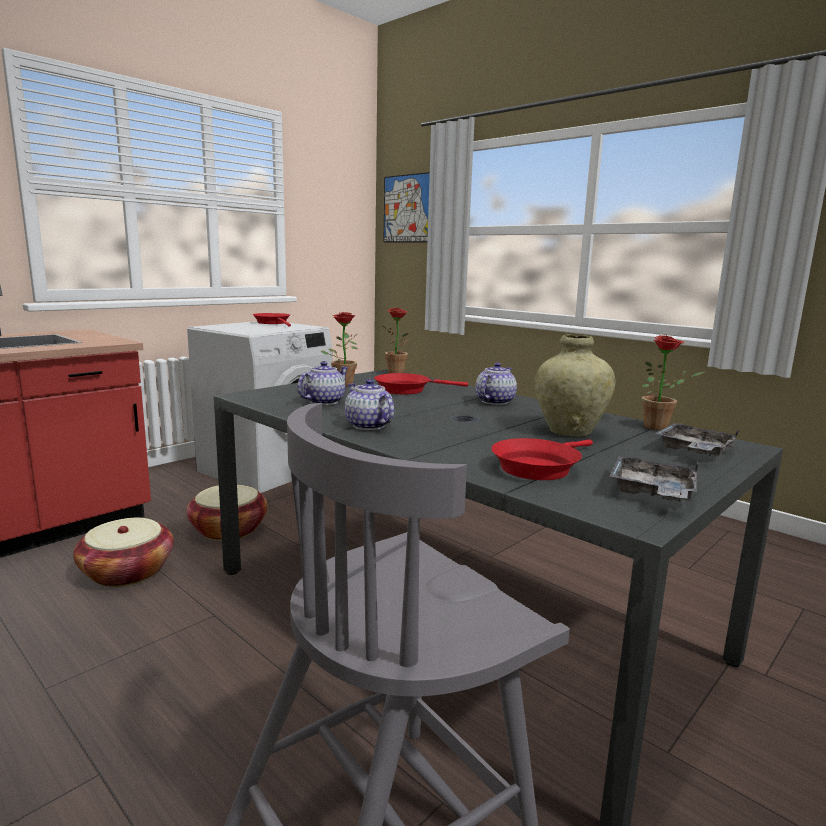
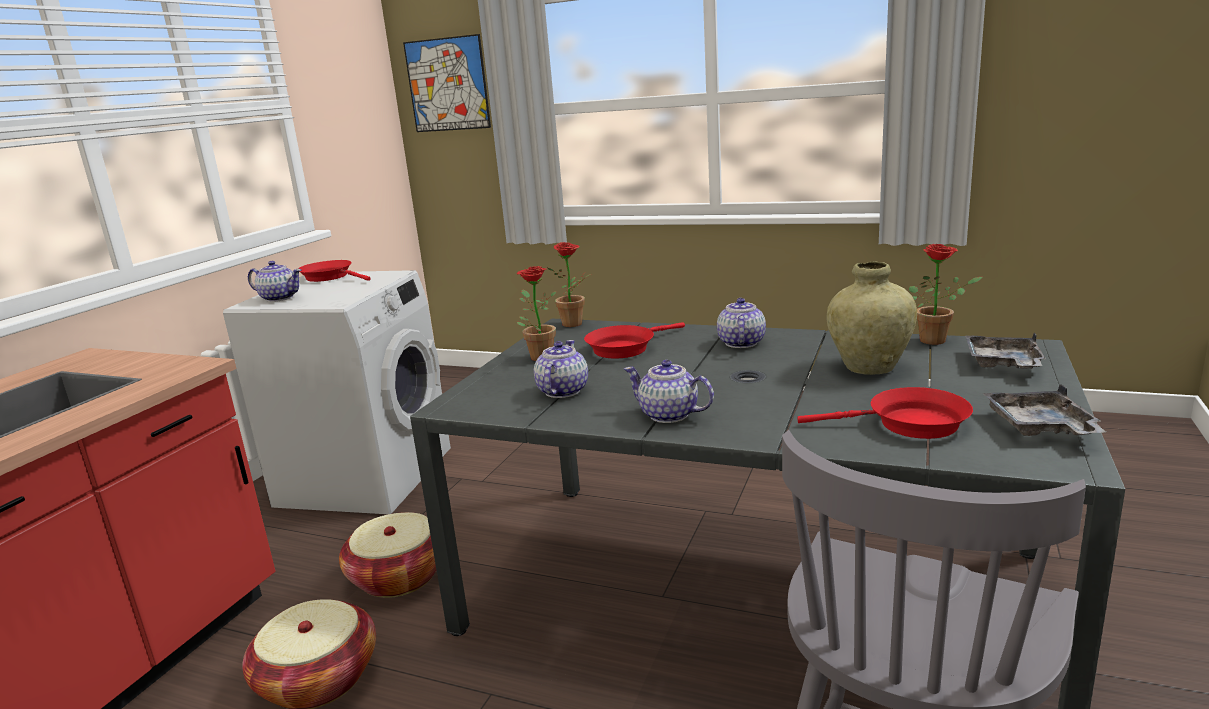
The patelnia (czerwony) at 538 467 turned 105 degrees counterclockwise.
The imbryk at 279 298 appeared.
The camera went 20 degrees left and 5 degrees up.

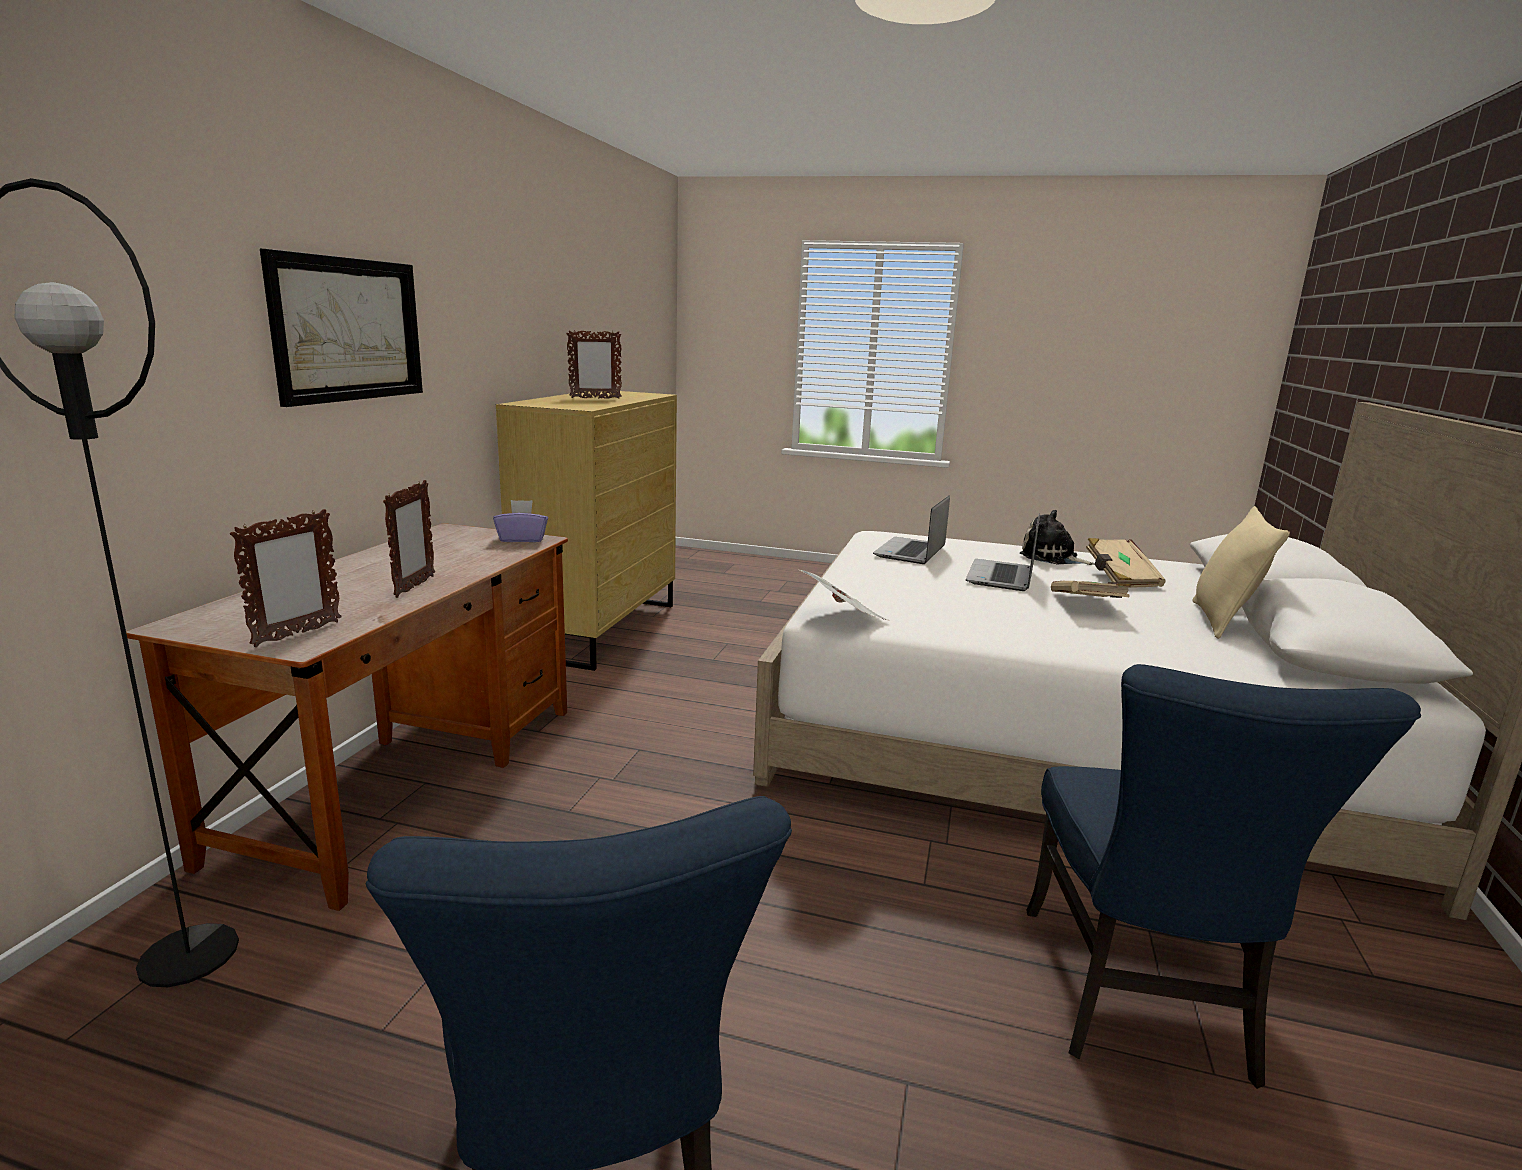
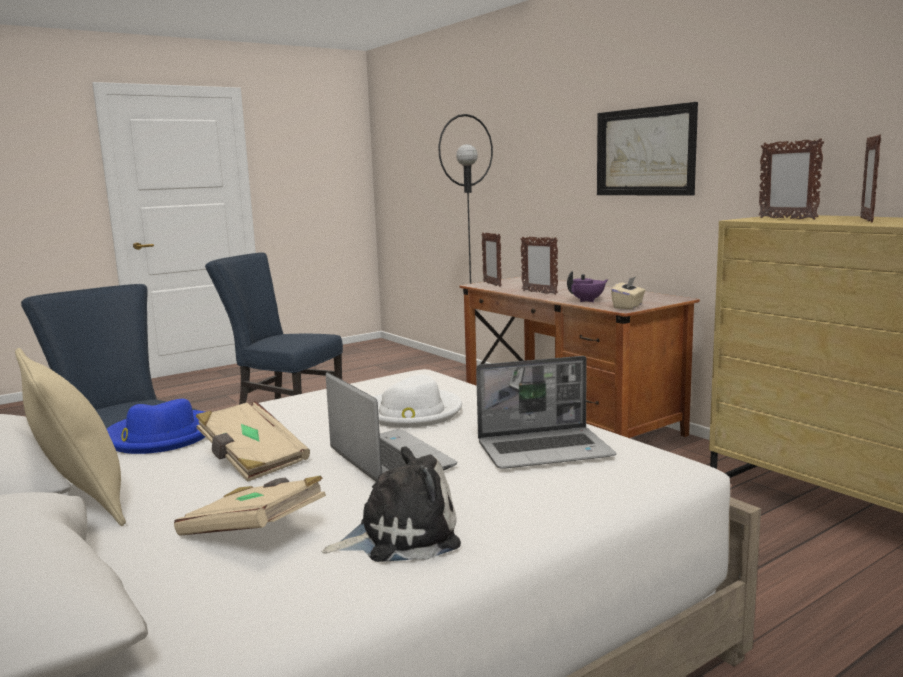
The pudełko chusteczek (fioletowy) at 522 539 became the pudełko chusteczek (beżowy) at 628 306.
The gazeta at 842 618 disappeared.
The laptop at 911 553 turned 105 degrees clockwise.
The kapelusz (niebieski) at 160 436 appeared.
The kapelusz (biały) at 412 413 appeared.
The imbryk (fioletowy) at 587 301 appeared.
The ramka na zdjęcie at 786 219 appeared.
The camera went 130 degrees right and 5 degrees down.

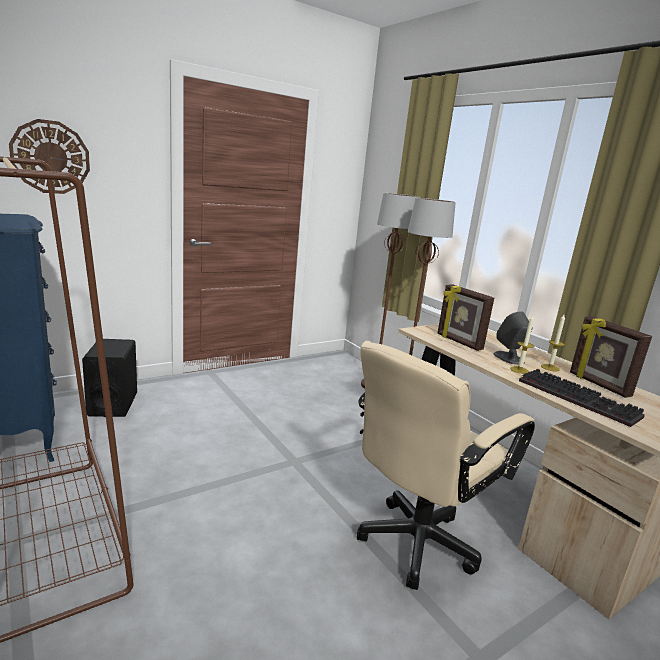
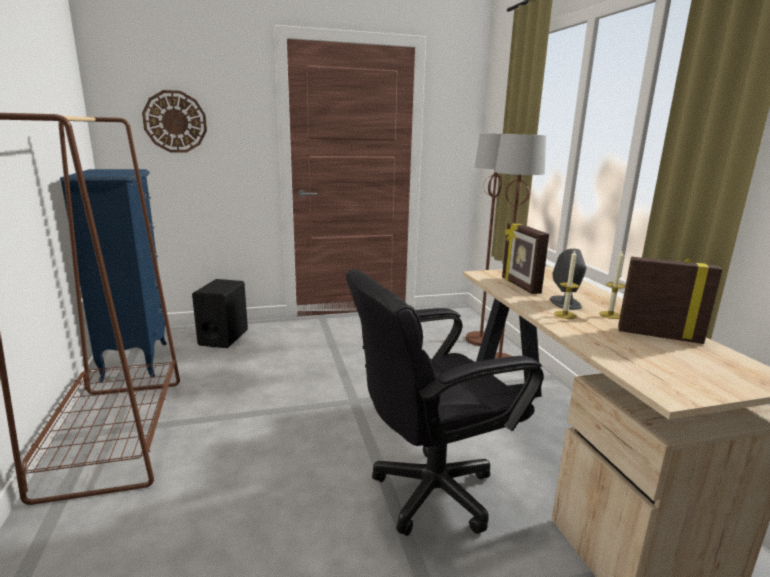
The krzesło biurowe (beżowy) at 413 548 became the krzesło biurowe (czarny) at 428 497.
The klawiatura at 580 399 disappeared.
The ramka na zdjęcie at 598 385 turned 120 degrees clockwise.
The camera went 20 degrees right and 0 degrees up.

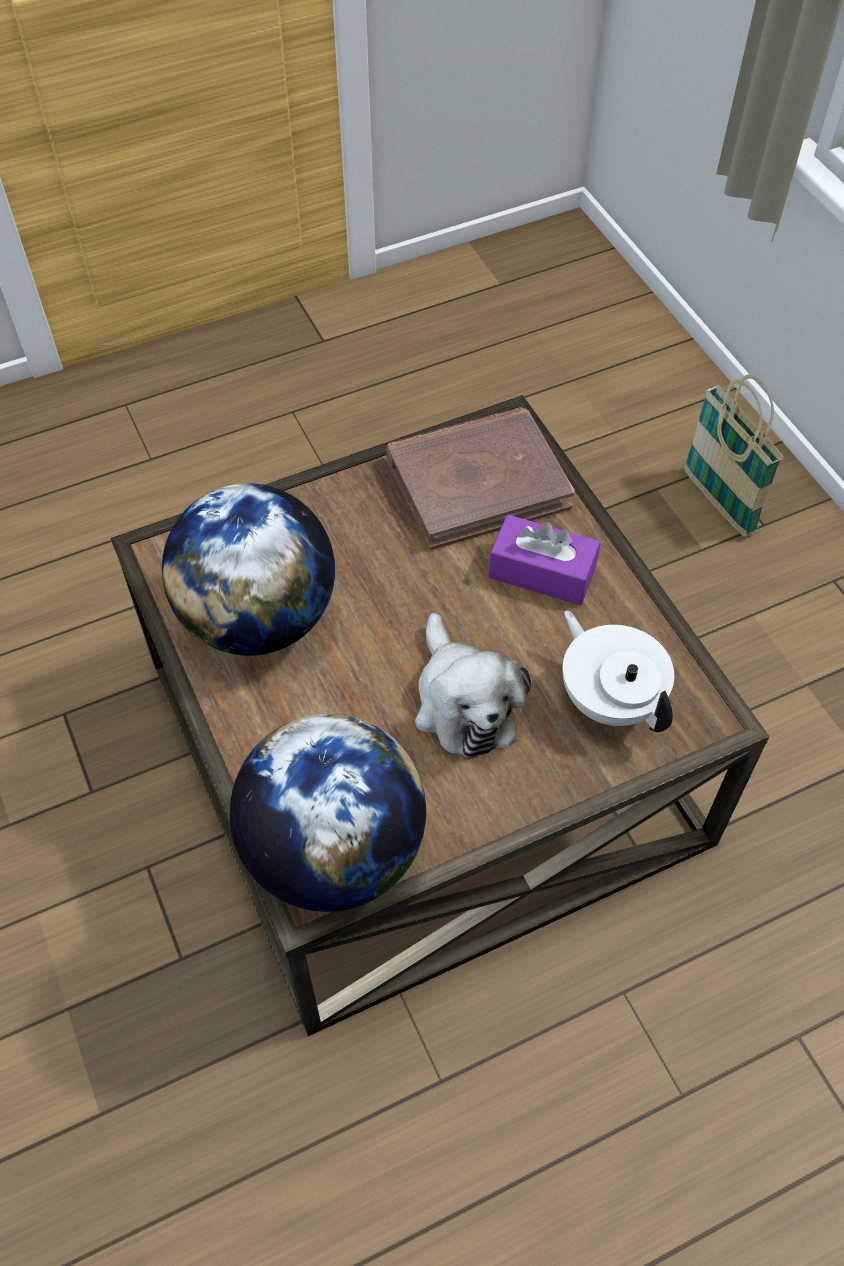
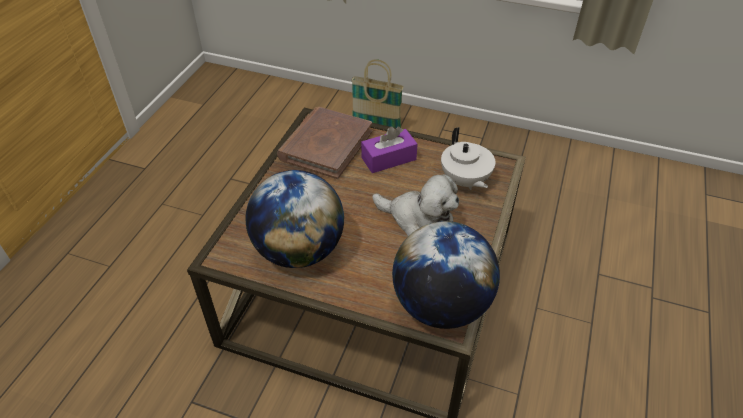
The imbryk (biały) at 610 698 turned 120 degrees counterclockwise.
The camera went 45 degrees left and 10 degrees down.

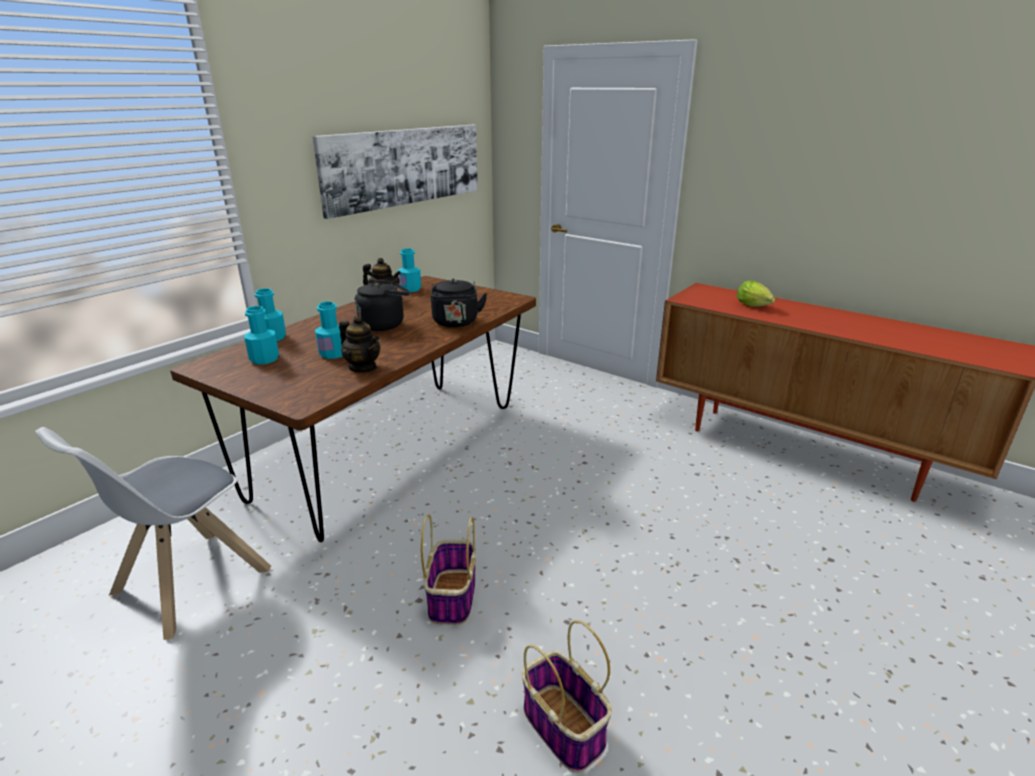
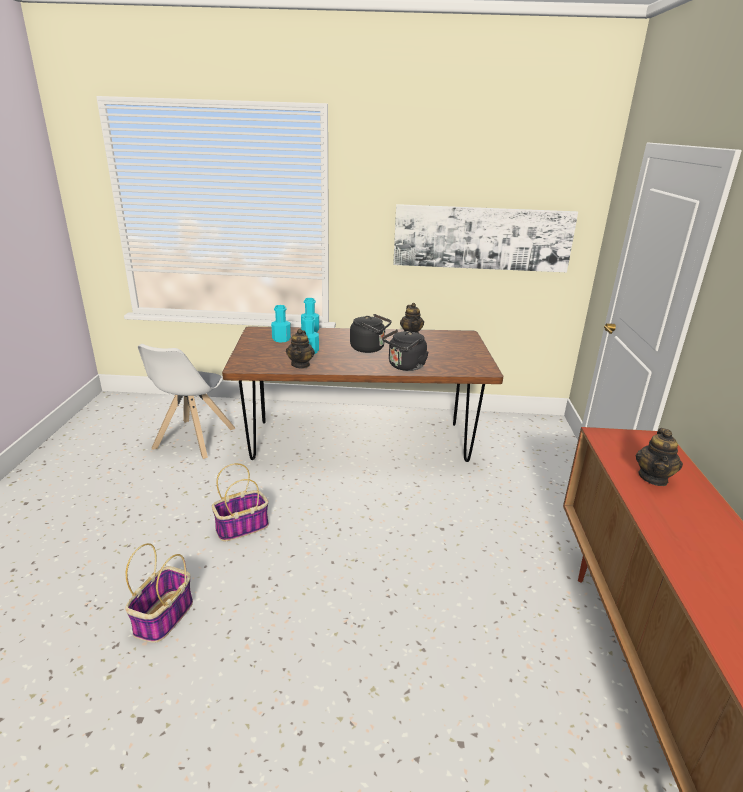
The krzesło at 187 584 turned 75 degrees counterclockwise.
The butelka (turkusowy) at 410 289 disappeared.
The sałata at 754 306 was replaced by the imbryk at 653 478.
The camera went 55 degrees right and 0 degrees up.

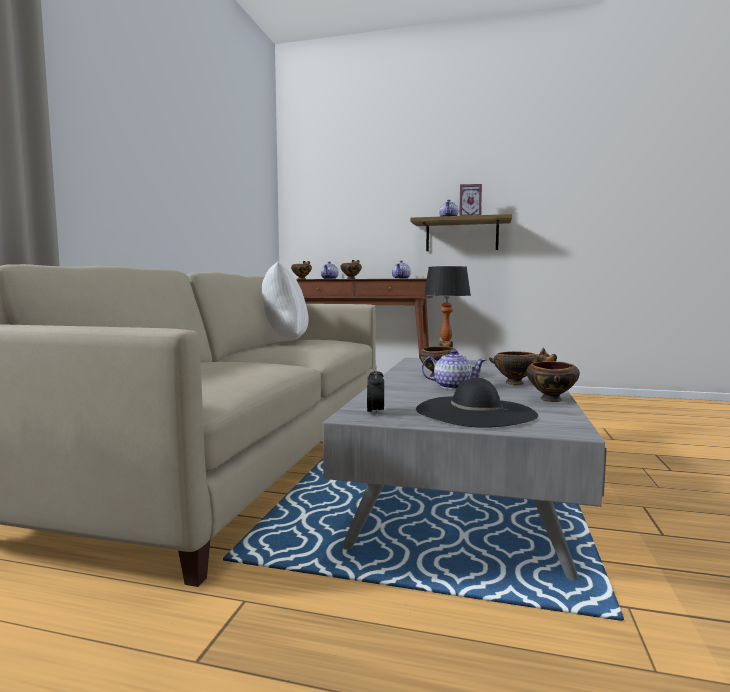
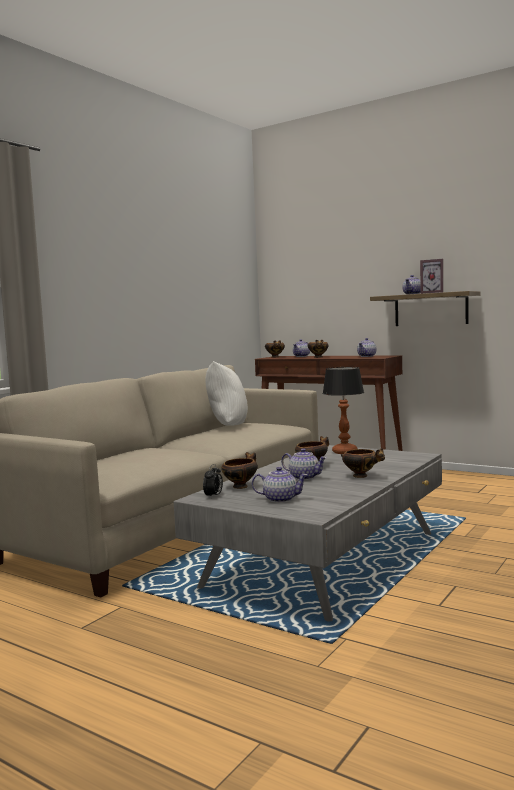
The kapelusz (czarny) at 475 412 was replaced by the imbryk at 280 499.
The miska moved from 550 399 to 241 486.
The camera went 20 degrees right and 0 degrees up.

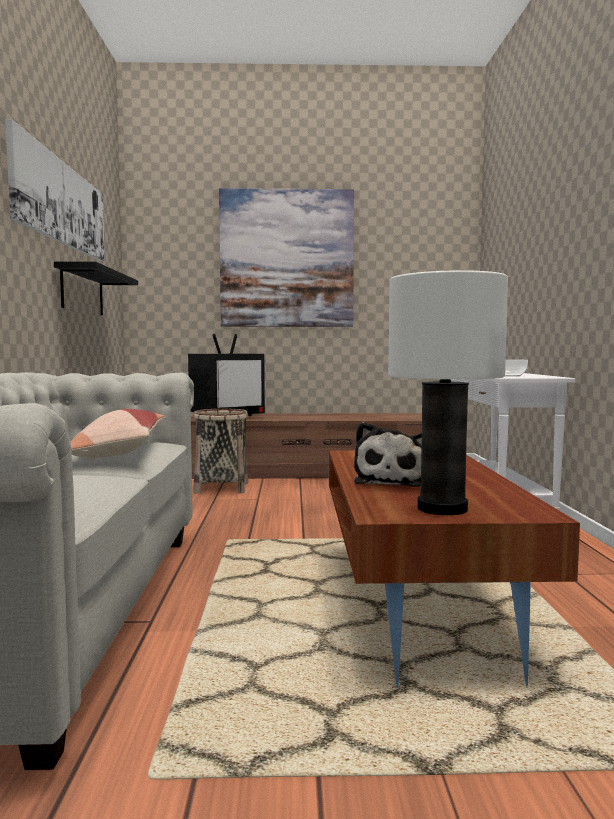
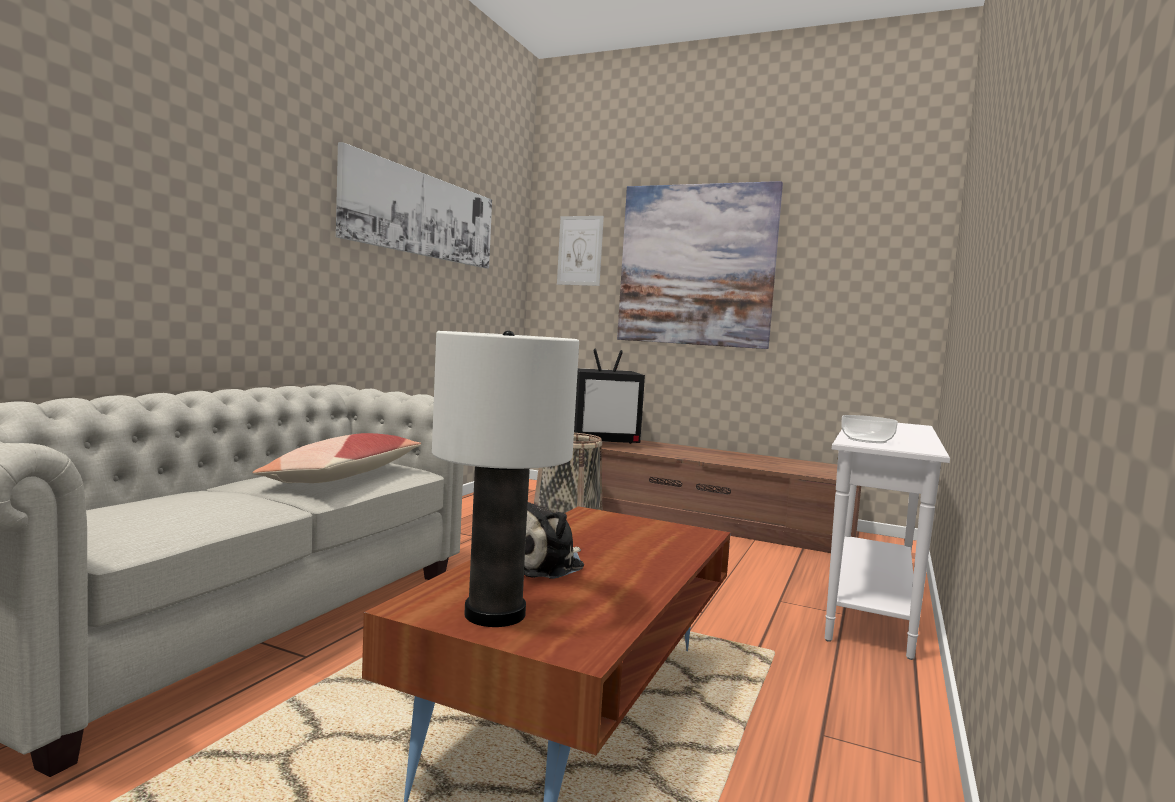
The półka (czarny) at 82 292 disappeared.
The obraz at 580 250 appeared.
The camera went 25 degrees right and 0 degrees up.

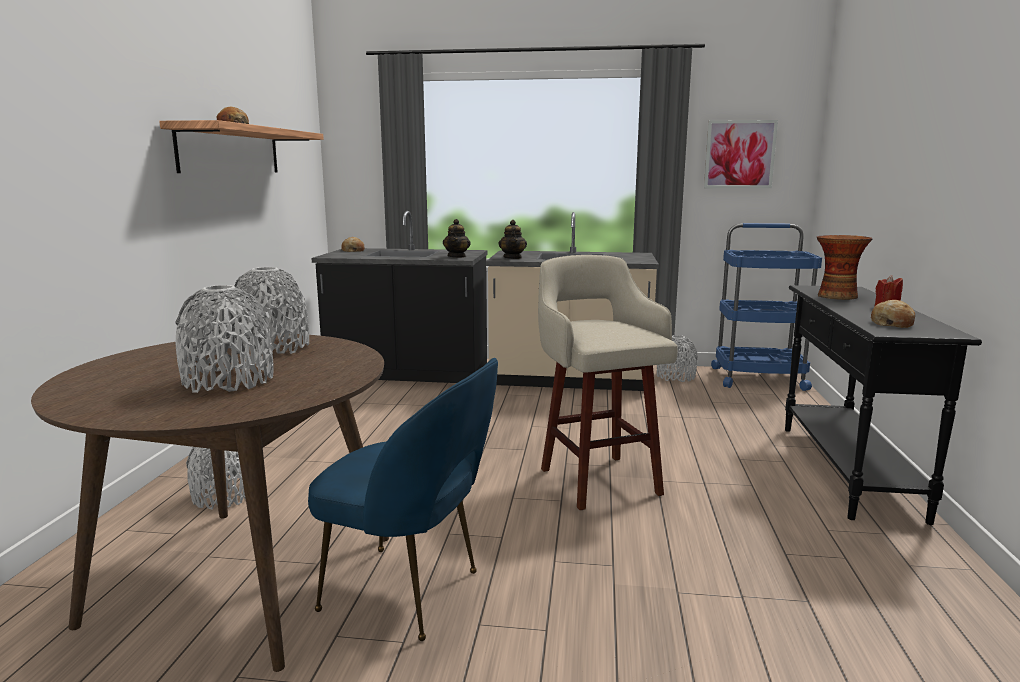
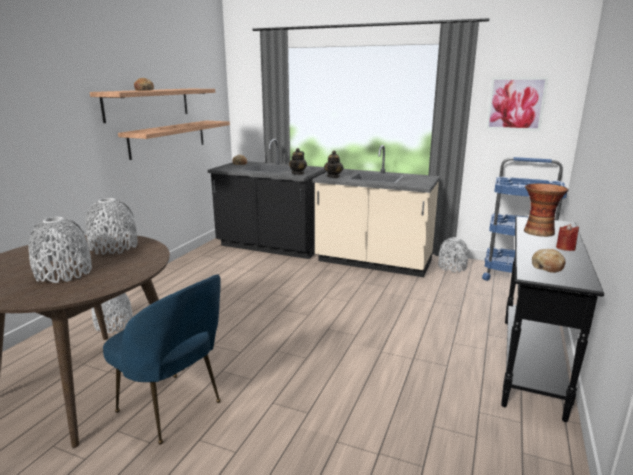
The stołek (beżowy) at 597 479 disappeared.
The półka at 168 138 appeared.
The camera went 15 degrees right and 5 degrees up.

